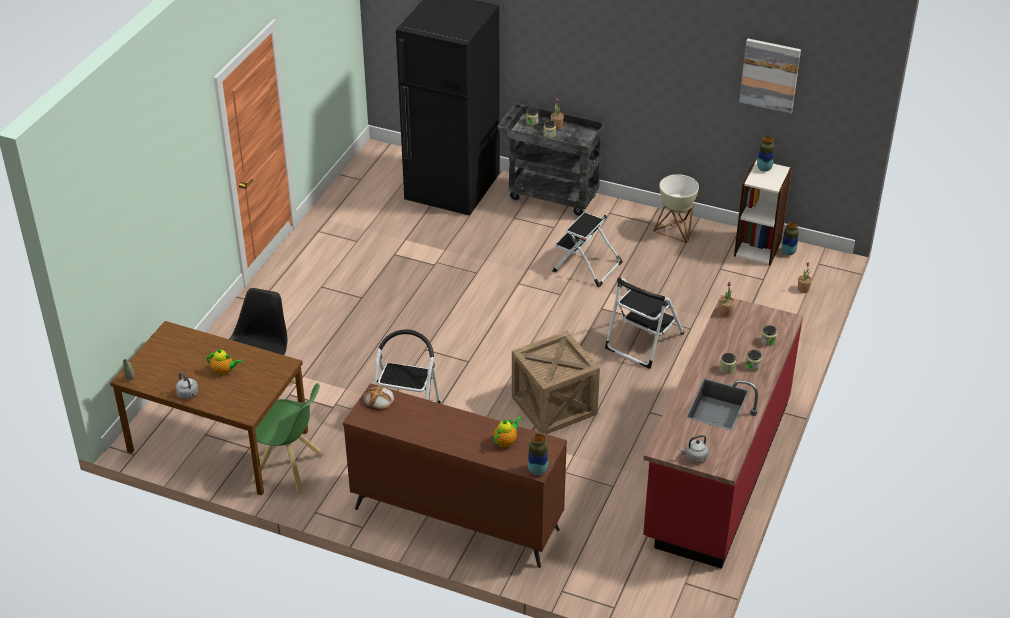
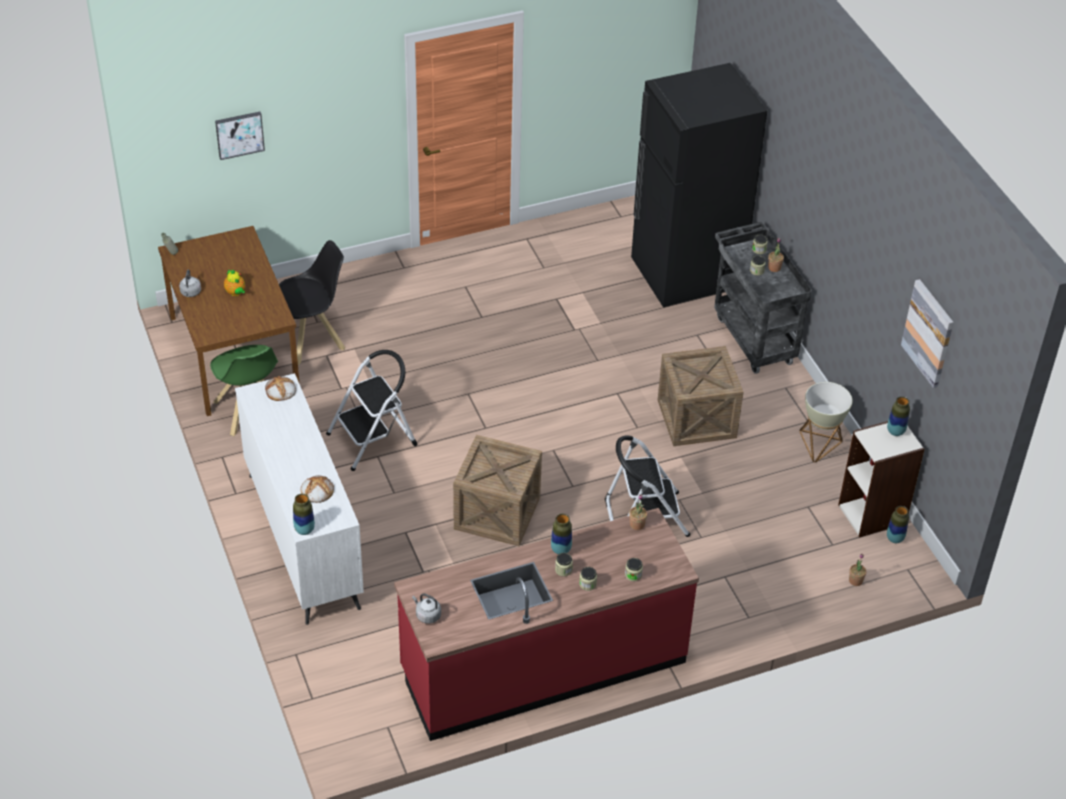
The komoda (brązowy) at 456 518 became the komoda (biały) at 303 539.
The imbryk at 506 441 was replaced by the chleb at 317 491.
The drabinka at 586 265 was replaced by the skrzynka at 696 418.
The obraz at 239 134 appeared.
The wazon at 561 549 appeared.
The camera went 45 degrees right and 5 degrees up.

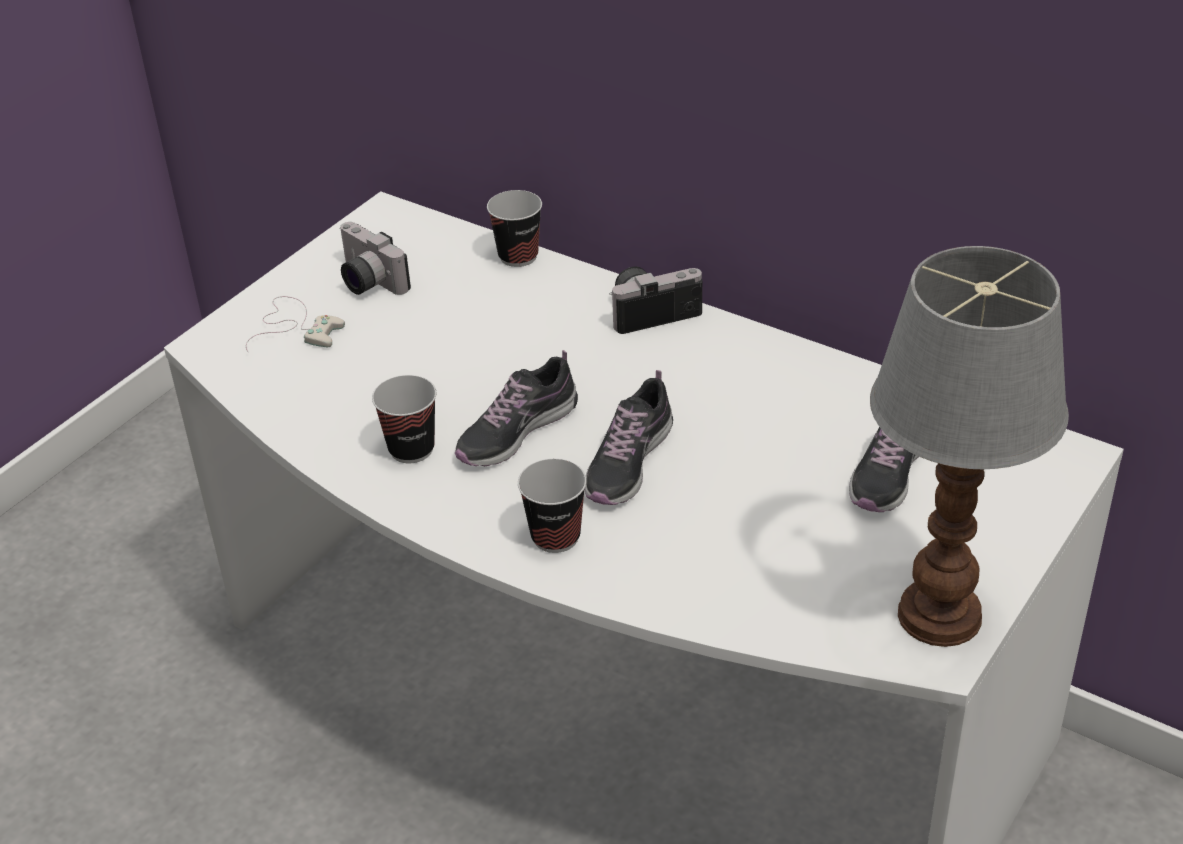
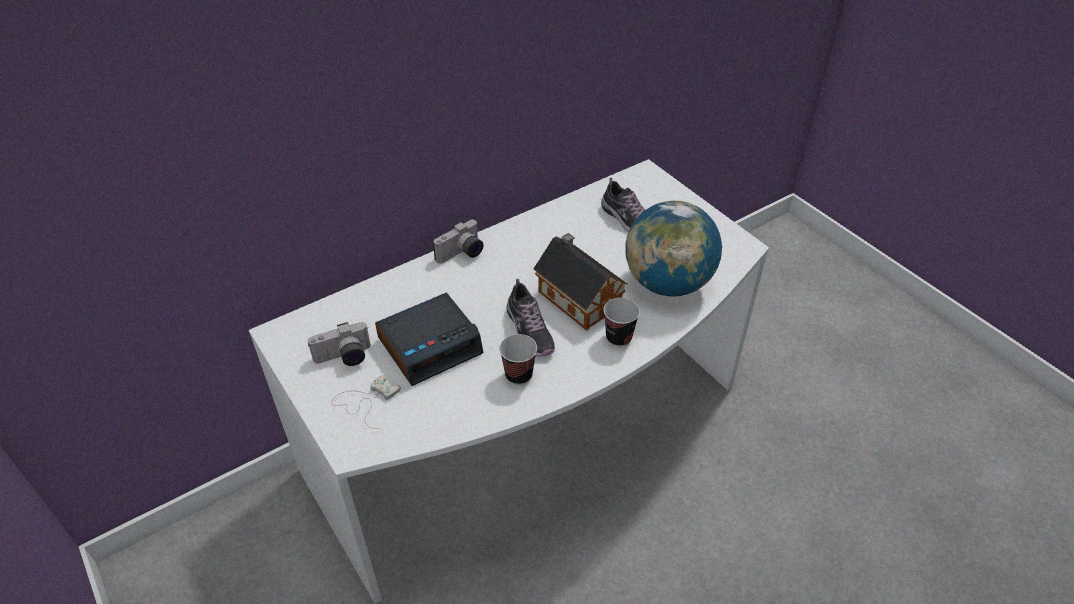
The filiżanka at 518 256 disappeared.
The but at 628 462 was replaced by the domek at 577 297.
The aparat fotograficzny at 652 311 turned 135 degrees counterclockwise.
The lampa stołowa at 936 616 disappeared.
The budzik at 430 345 appeared.
The globus at 667 284 appeared.
The camera went 70 degrees left and 5 degrees up.

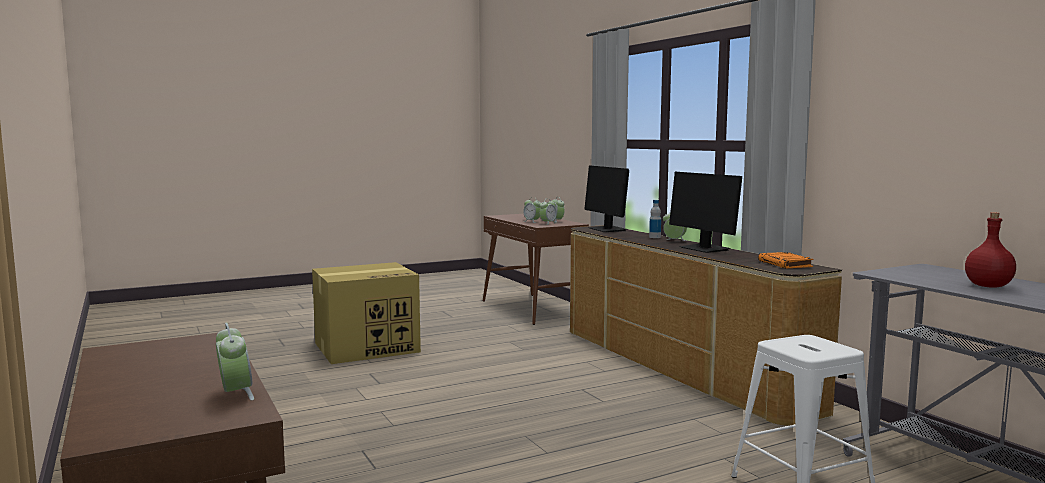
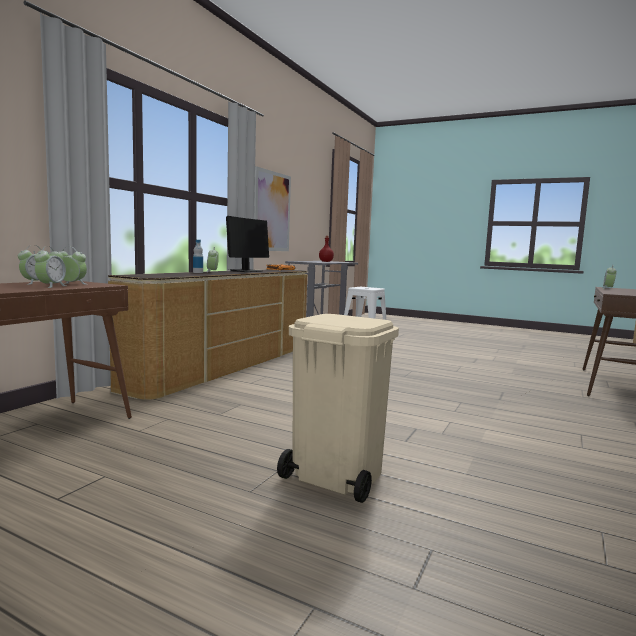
The karton at 368 347 was replaced by the kosz na śmieci (beżowy) at 335 475.
The monitor at 607 229 disappeared.
The obraz at 271 211 appeared.
The camera went 125 degrees left and 0 degrees up.

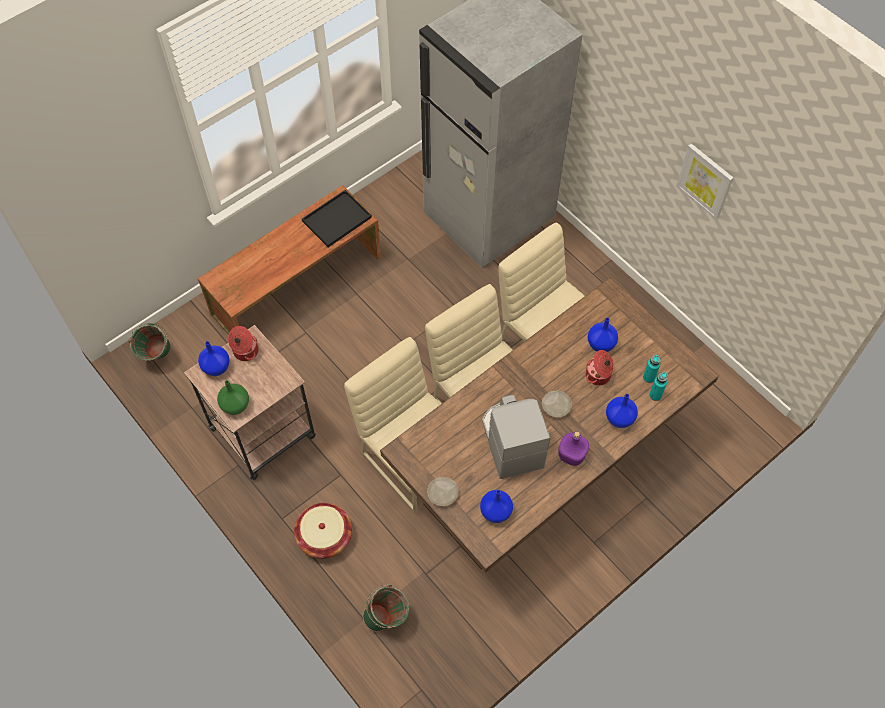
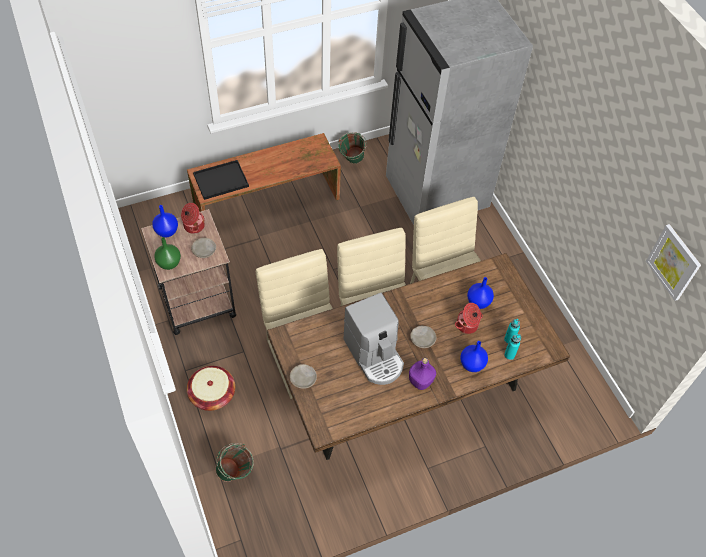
The wiadro (zielony) moved from 157 357 to 351 162.
The taca (czarny) moved from 336 220 to 220 181.
The wazon (niebieski) at 495 511 disappeared.
The ekspres do kawy at 511 442 turned 150 degrees clockwise.
The obraz moved from 705 181 to 674 262.
The talerz (beżowy) at 204 250 appeared.
The camera went 15 degrees right and 5 degrees down.

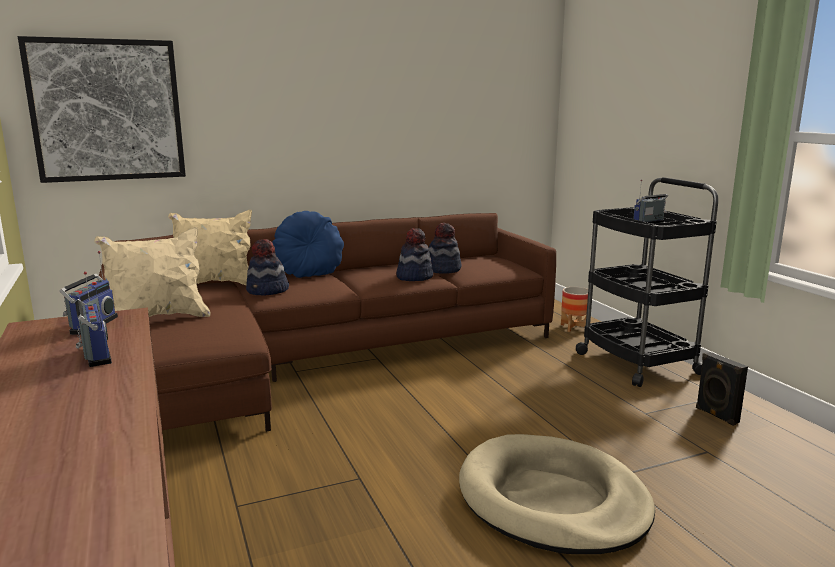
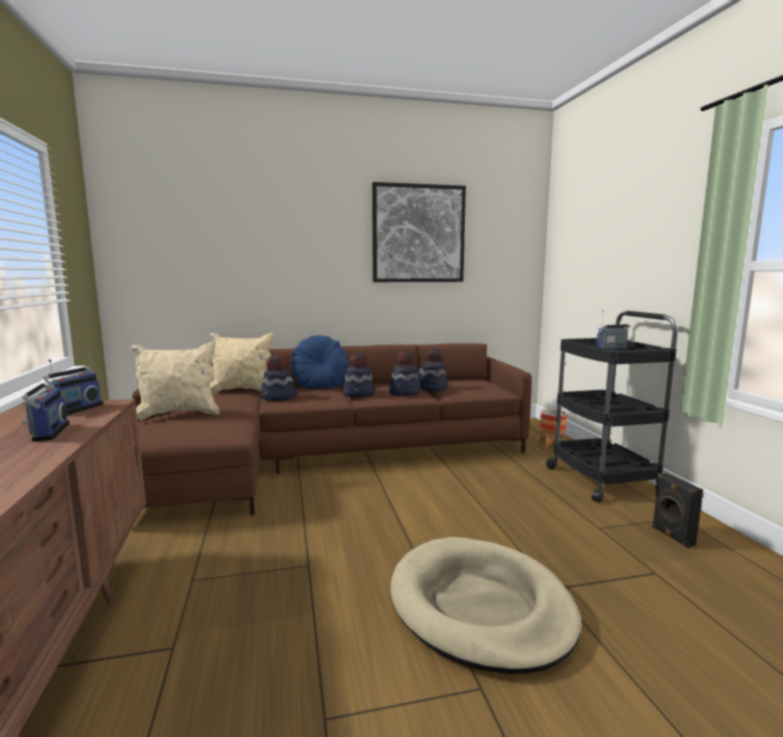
The obraz moved from 107 110 to 418 234.
The kapelusz at 359 394 appeared.
The camera went 10 degrees right and 5 degrees down.

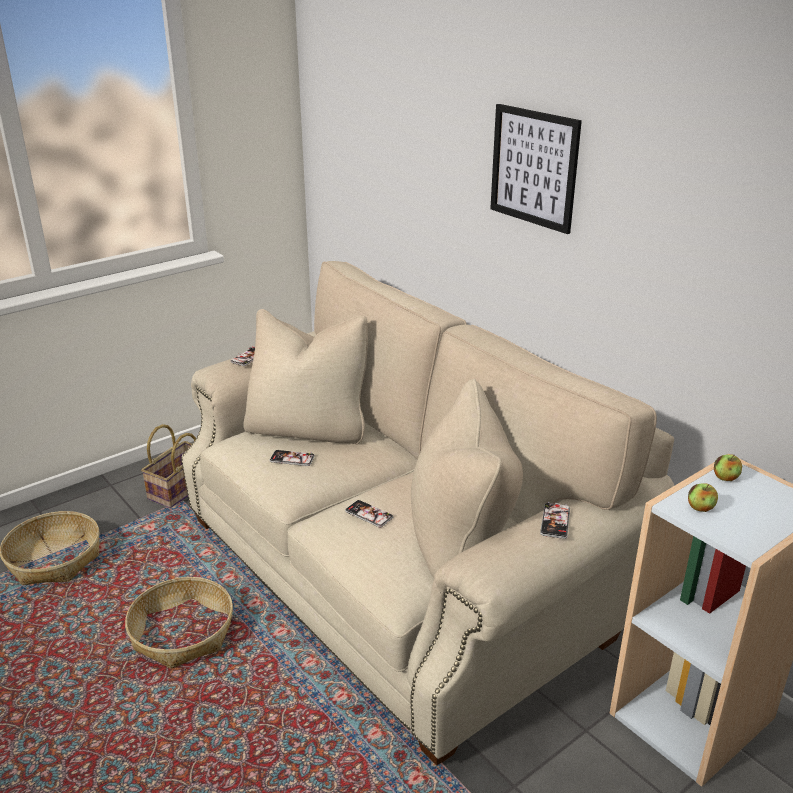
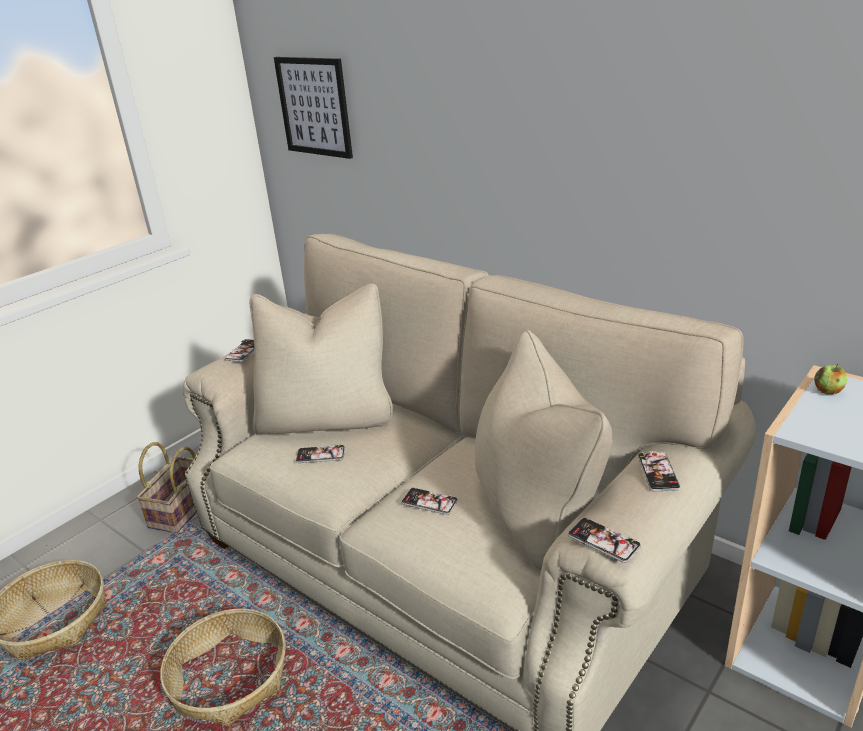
The obraz moved from 534 167 to 314 107.
The jabłko at 700 508 disappeared.
The telefon at 603 541 appeared.
The camera went 10 degrees left and 0 degrees up.

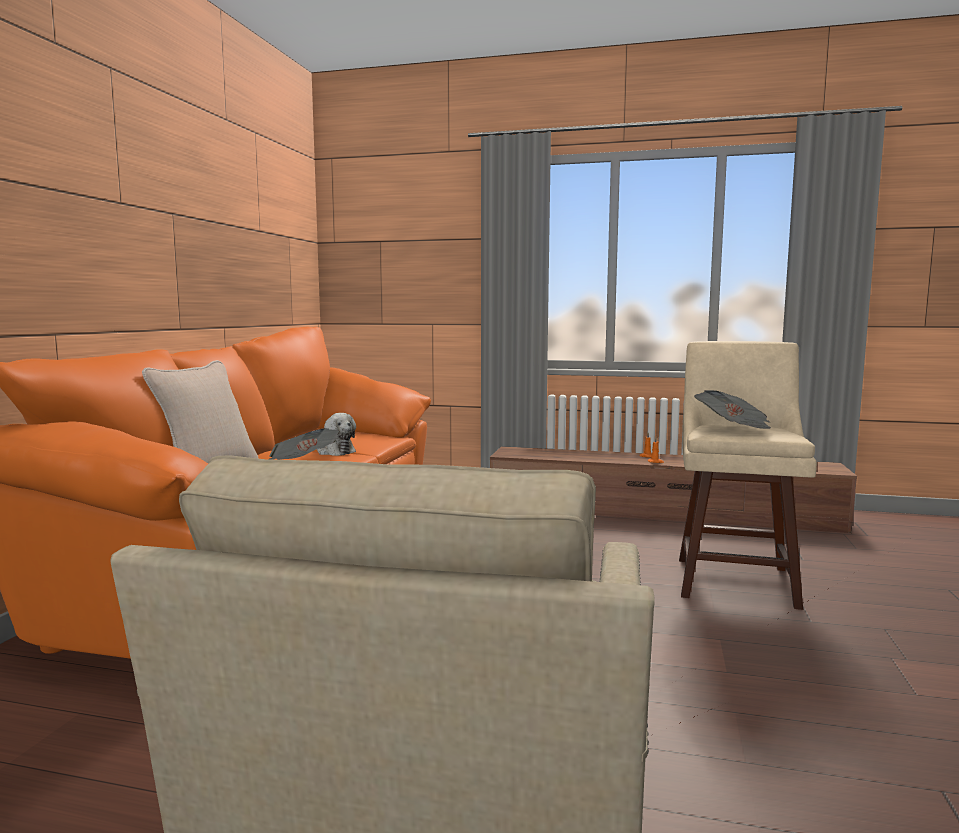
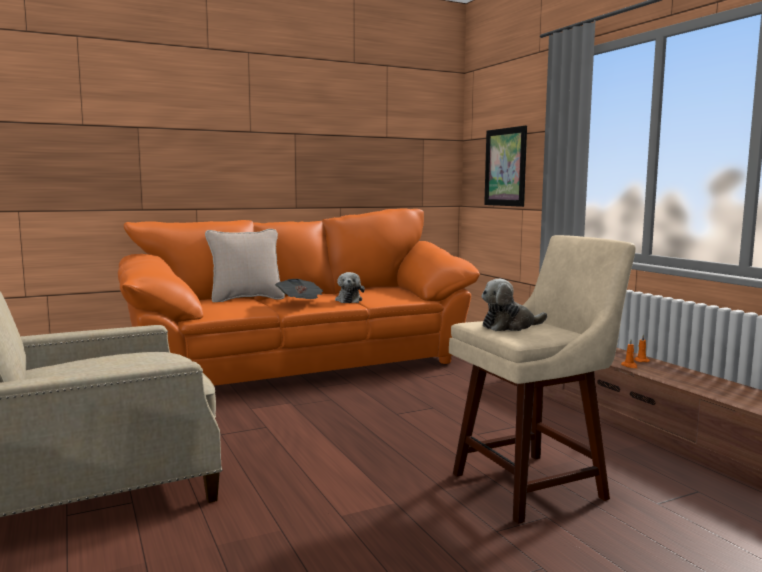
The gazeta at 734 431 was replaced by the pluszak at 510 326.
The obraz at 505 167 appeared.
The camera went 50 degrees right and 0 degrees up.

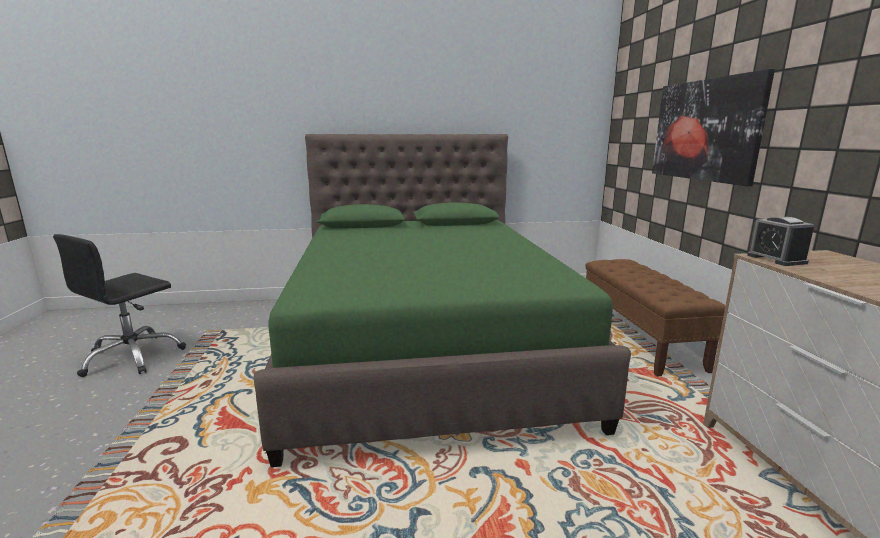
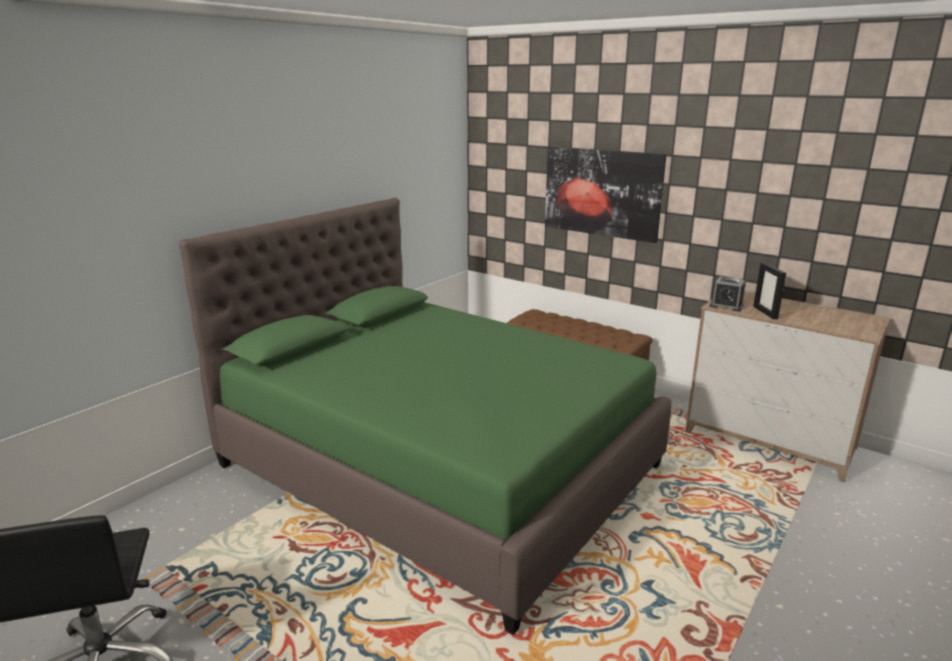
The ramka na zdjęcie at 766 312 appeared.
The camera went 45 degrees left and 5 degrees up.

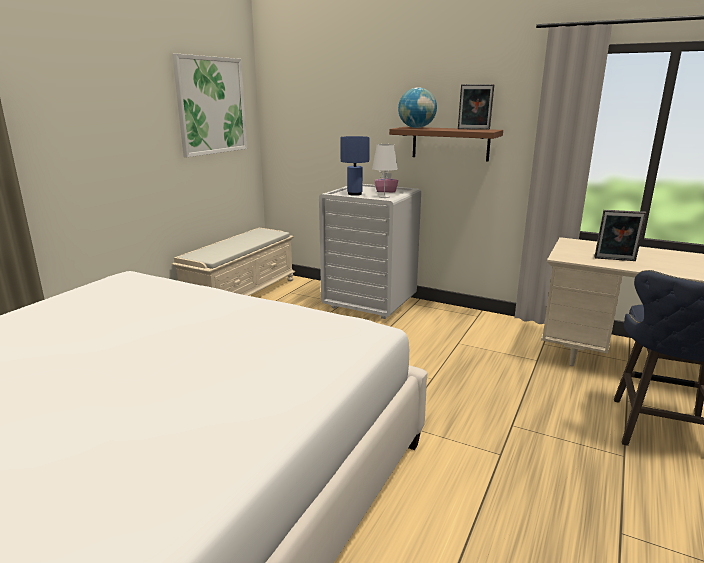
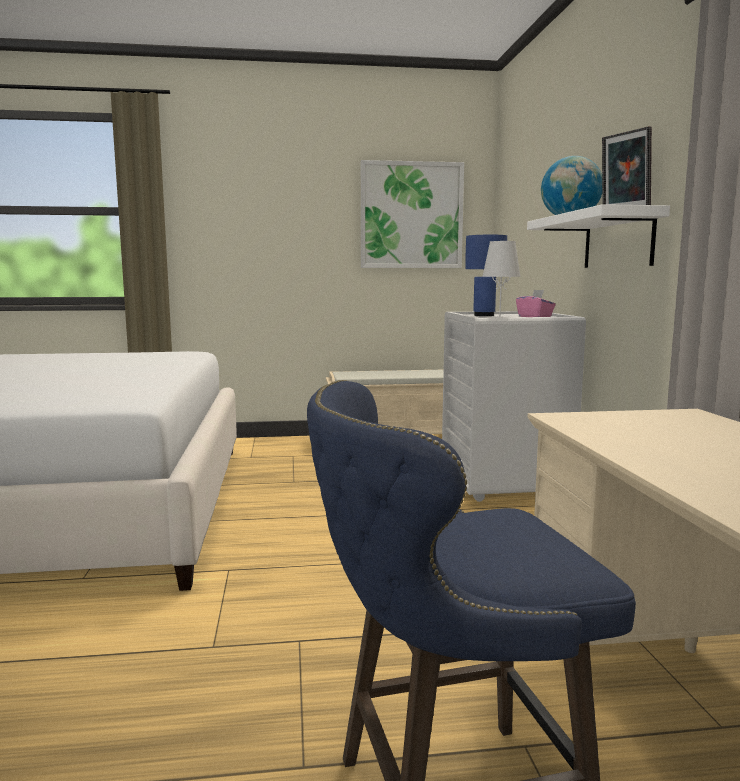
The półka (brązowy) at 450 143 became the półka (biały) at 618 241.
The ramka na zdjęcie at 615 260 disappeared.
The camera went 55 degrees right and 10 degrees down.

